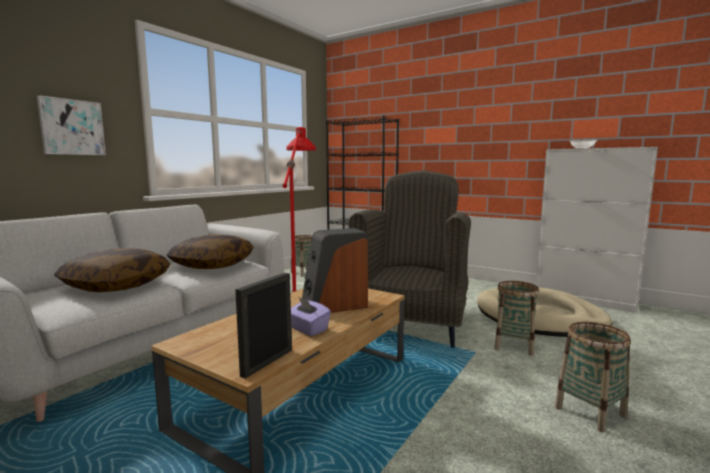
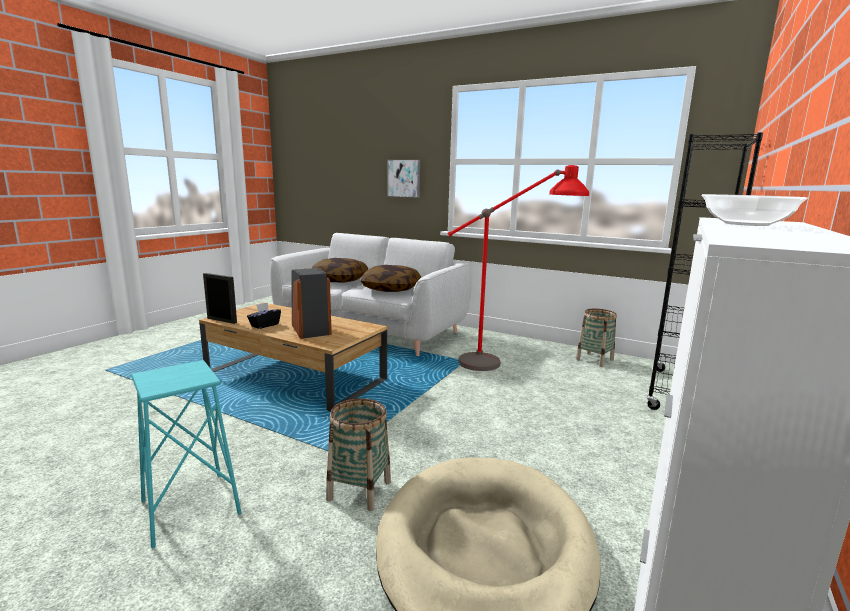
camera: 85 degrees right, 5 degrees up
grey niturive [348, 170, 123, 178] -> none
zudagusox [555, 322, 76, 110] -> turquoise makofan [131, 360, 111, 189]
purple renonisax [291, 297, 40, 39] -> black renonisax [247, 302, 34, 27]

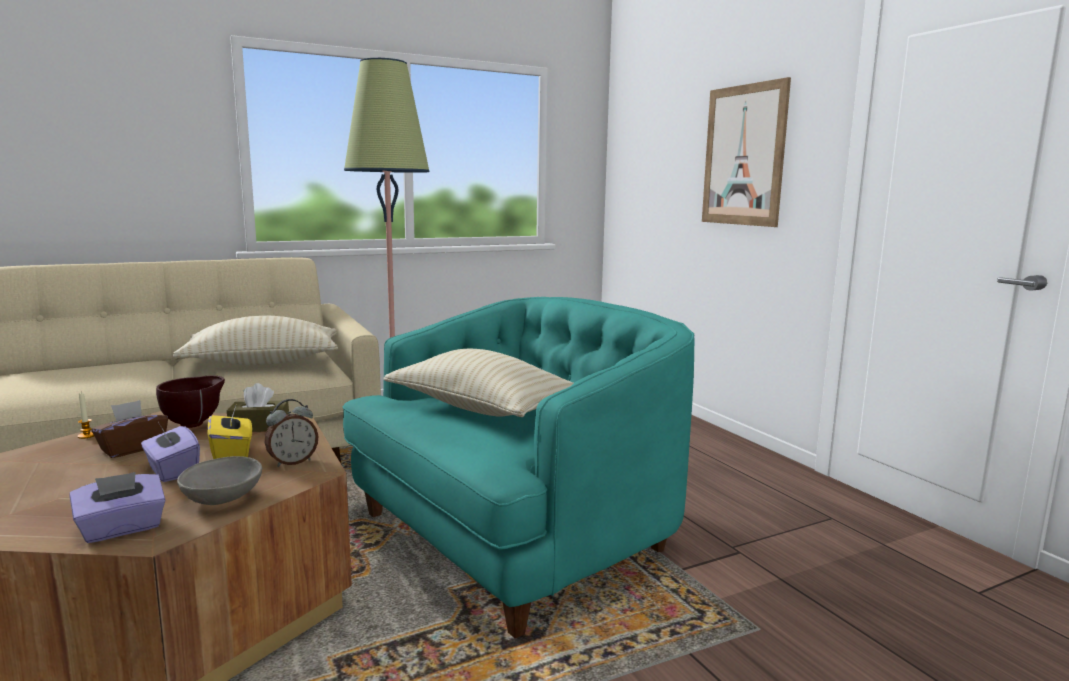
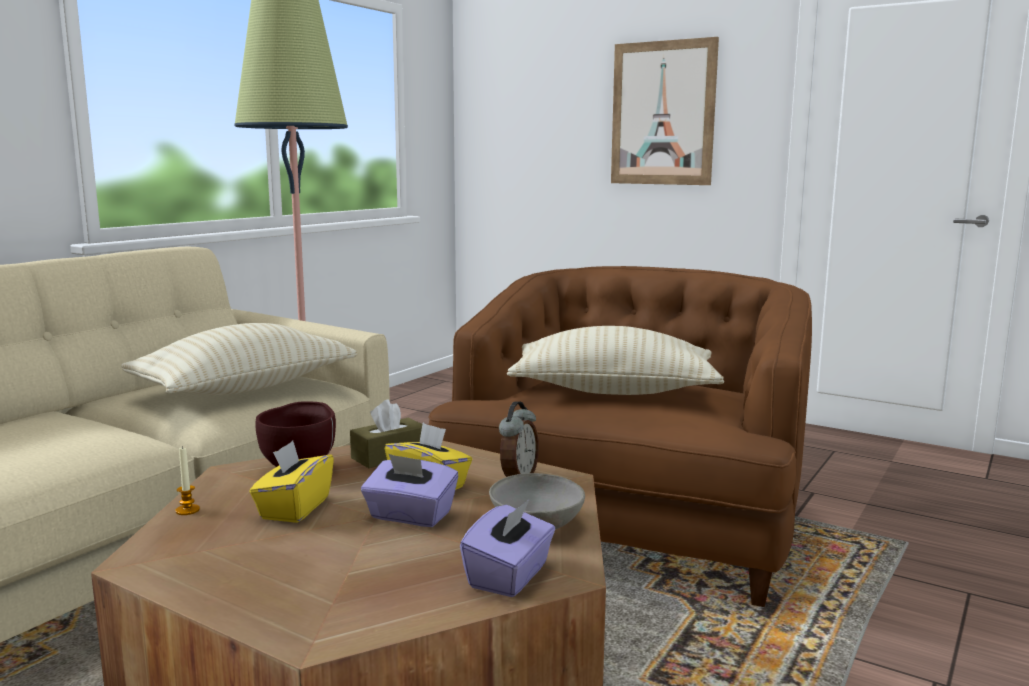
camera: 30 degrees left, 0 degrees up
brown renonisax [91, 400, 77, 58] -> yellow renonisax [249, 441, 85, 82]
turquoise niturive [343, 297, 351, 342] -> brown niturive [429, 266, 383, 341]

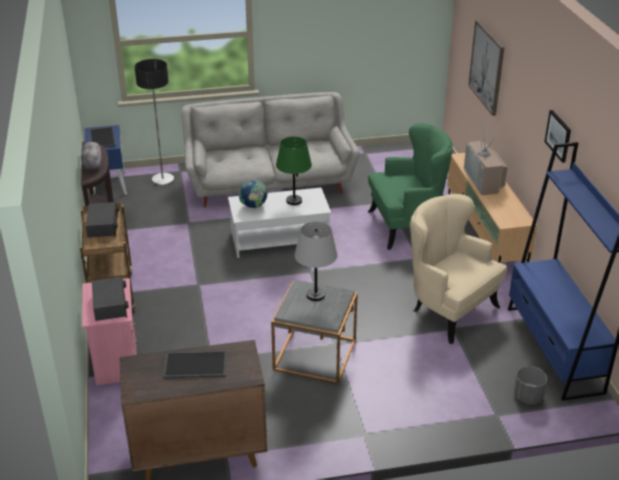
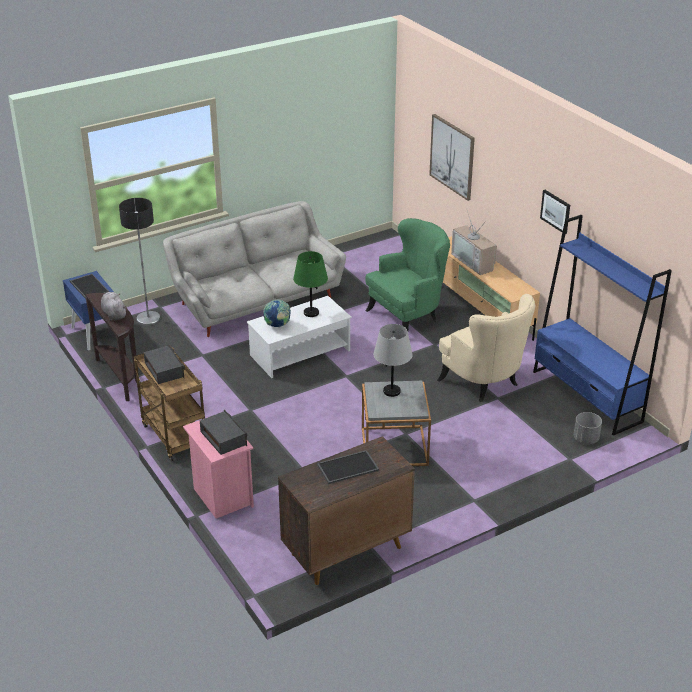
camera: 20 degrees left, 0 degrees up
beige niturive [410, 194, 97, 150] -> beige niturive [437, 294, 98, 108], 150 degrees counterclockwise

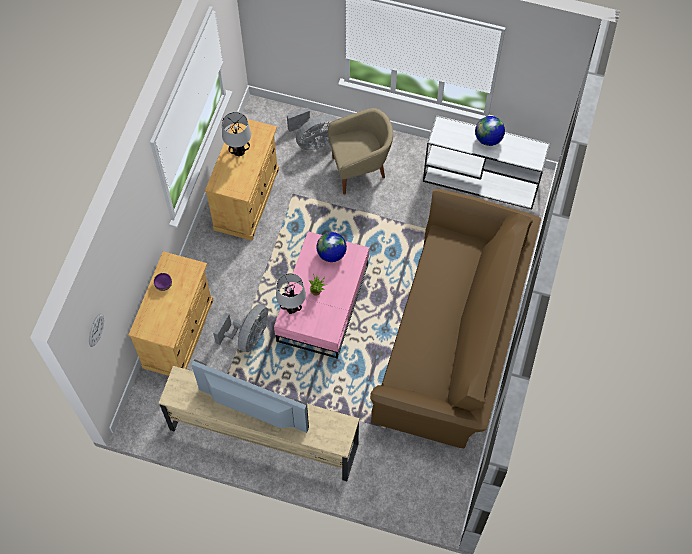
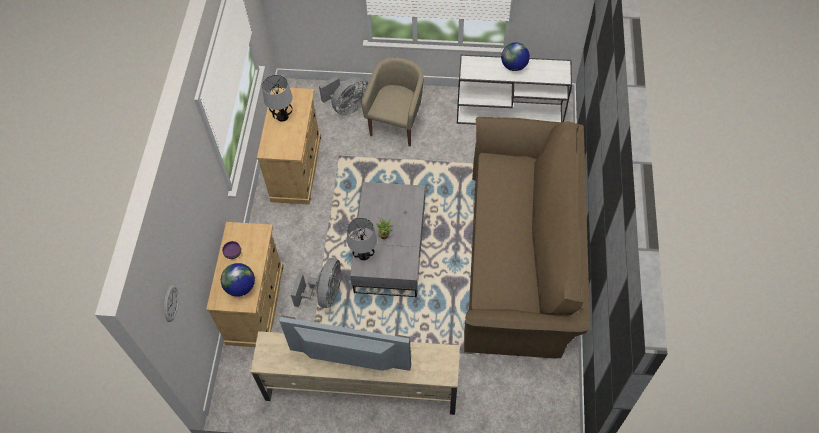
camera: 10 degrees left, 5 degrees down
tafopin [316, 232, 31, 30] -> tafopin [221, 263, 34, 34], move
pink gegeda [274, 231, 95, 128] -> grey gegeda [350, 182, 75, 116]
beige niturive [328, 108, 65, 87] -> beige niturive [362, 57, 62, 90], 45 degrees counterclockwise

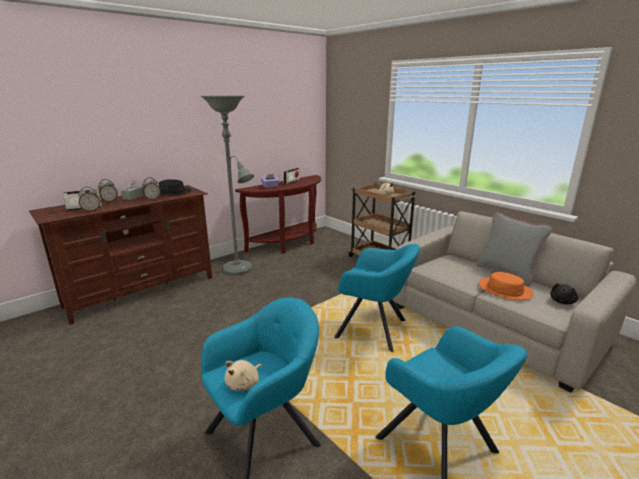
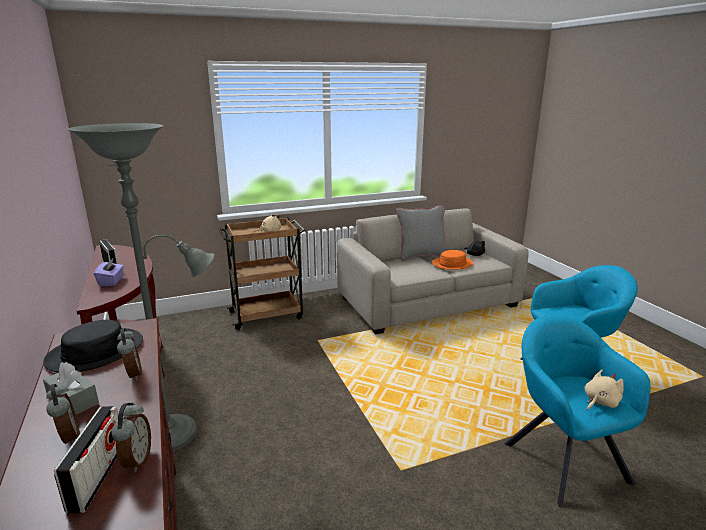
camera: 70 degrees left, 0 degrees up
turquoise niturive [334, 244, 86, 108] -> none
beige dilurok [224, 360, 38, 31] -> beige dilurok [585, 370, 39, 40], 90 degrees counterclockwise

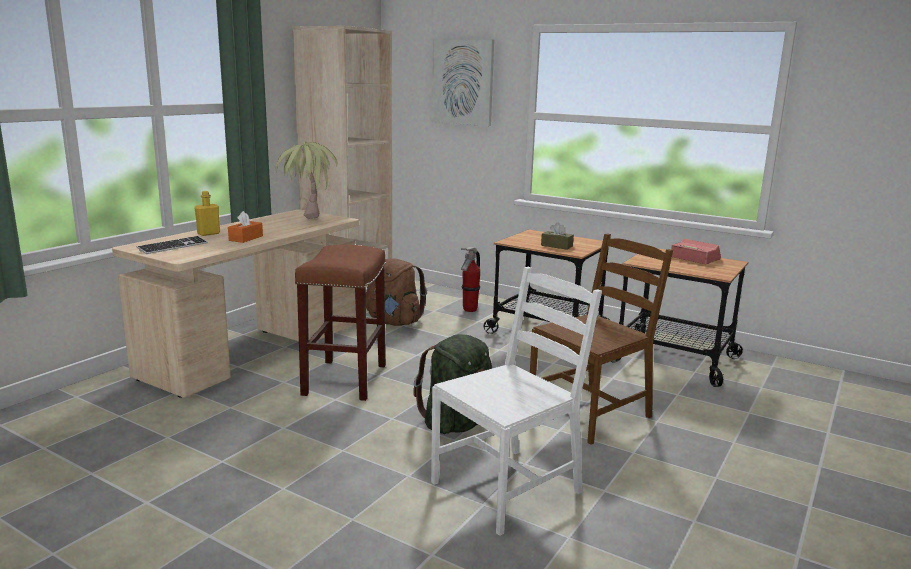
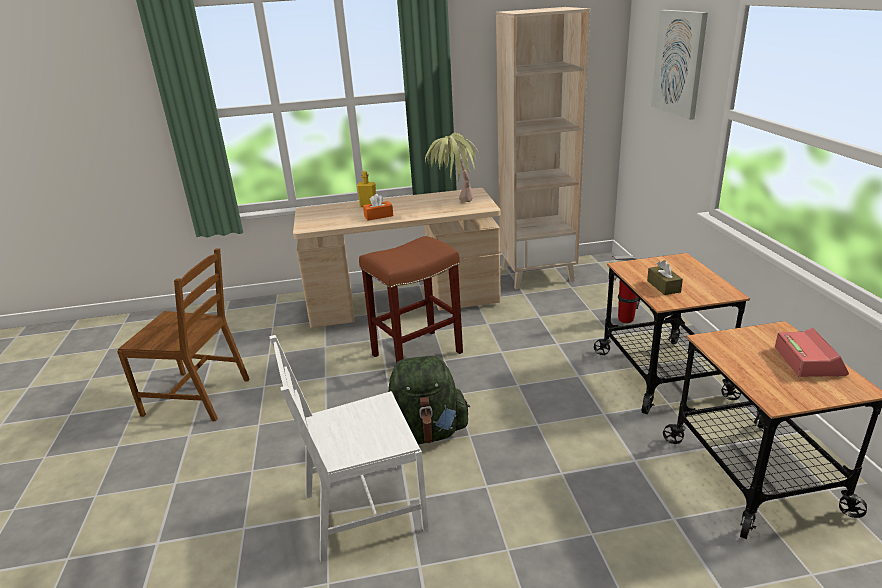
camera: 50 degrees right, 10 degrees up
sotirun [137, 236, 71, 18] -> none
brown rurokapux [366, 258, 61, 68] -> none
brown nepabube [530, 233, 143, 212] -> brown nepabube [117, 248, 133, 173], move
white nepabube [431, 267, 171, 269] -> white nepabube [269, 335, 160, 227], 150 degrees clockwise

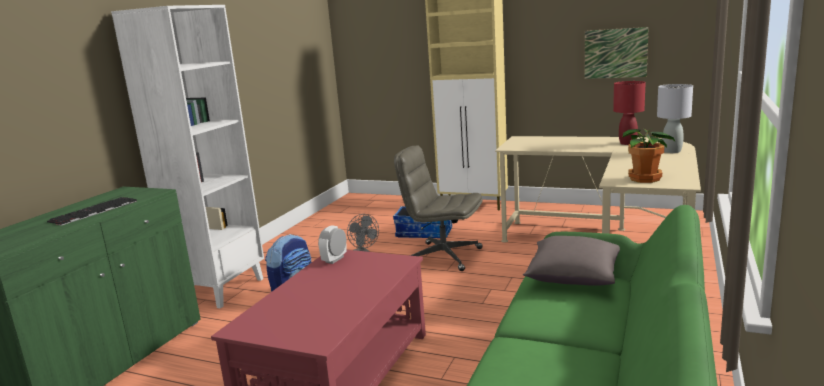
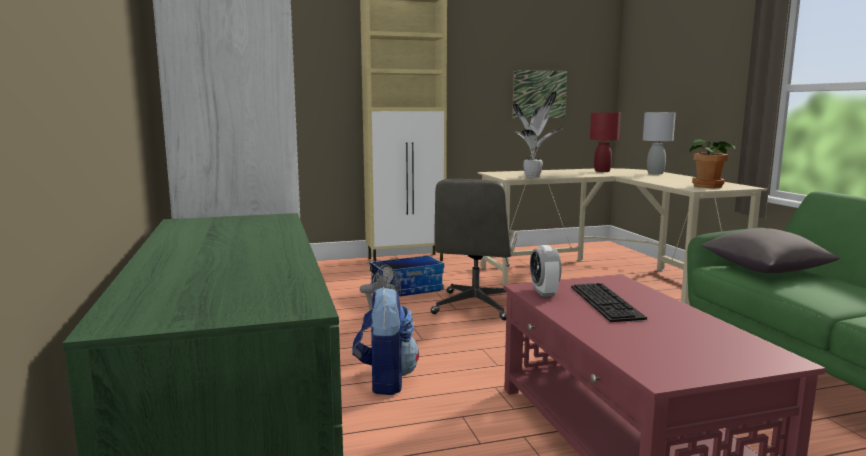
camera: 40 degrees left, 5 degrees down
none -> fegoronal [513, 91, 49, 86]
sotirun [47, 197, 90, 29] -> sotirun [571, 283, 76, 39], move
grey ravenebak [394, 145, 89, 126] -> grey ravenebak [431, 179, 86, 141], 60 degrees counterclockwise

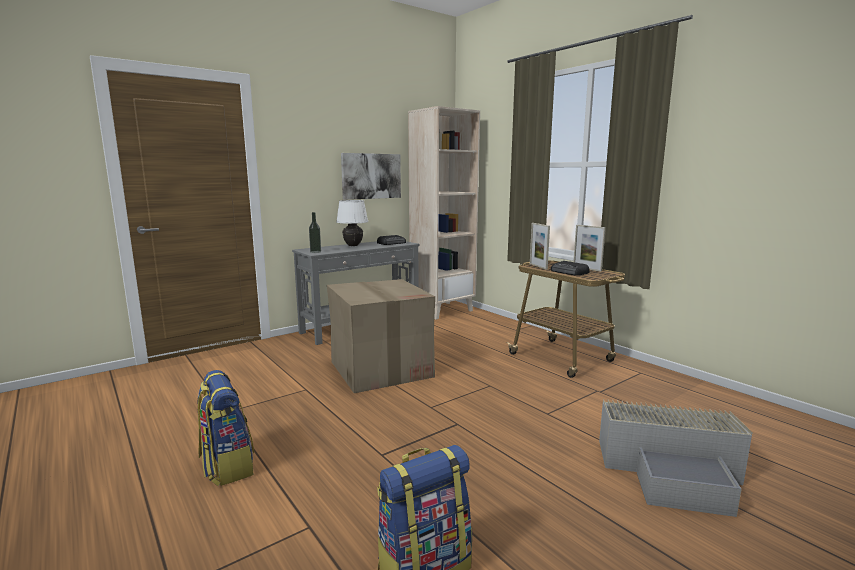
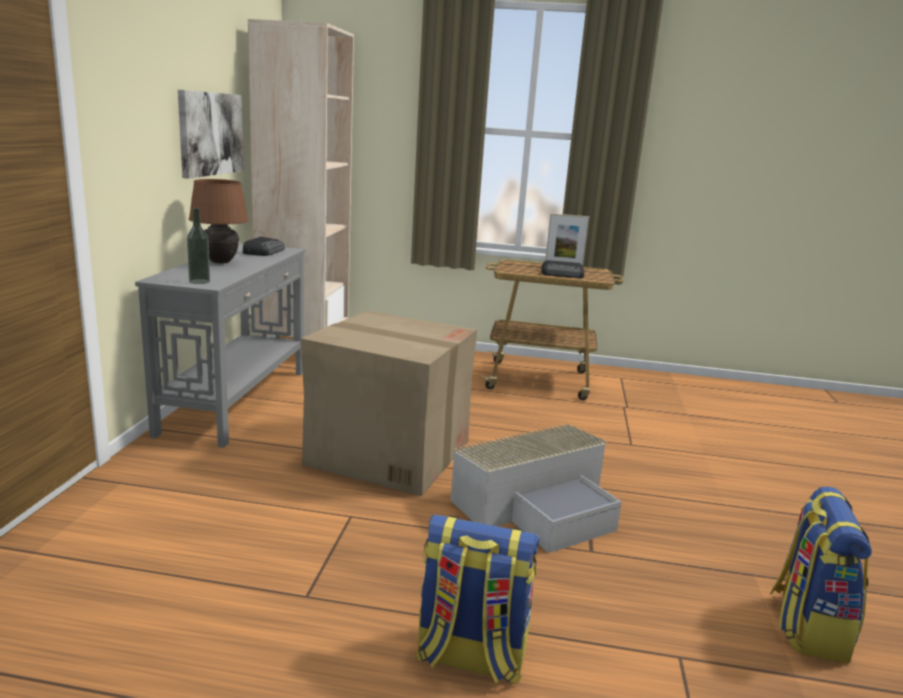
camera: 45 degrees left, 5 degrees up
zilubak [530, 223, 20, 47] -> none
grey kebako [599, 399, 154, 118] -> grey kebako [451, 424, 171, 129], move
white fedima [336, 200, 32, 46] -> brown fedima [189, 179, 60, 85]

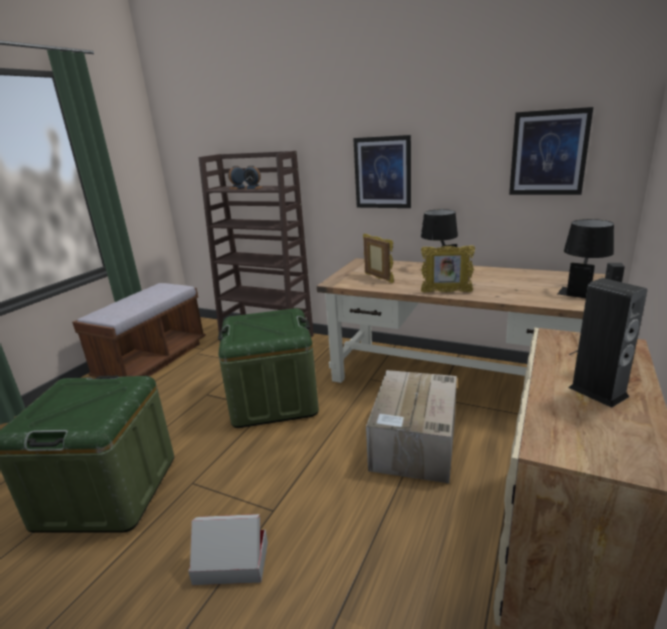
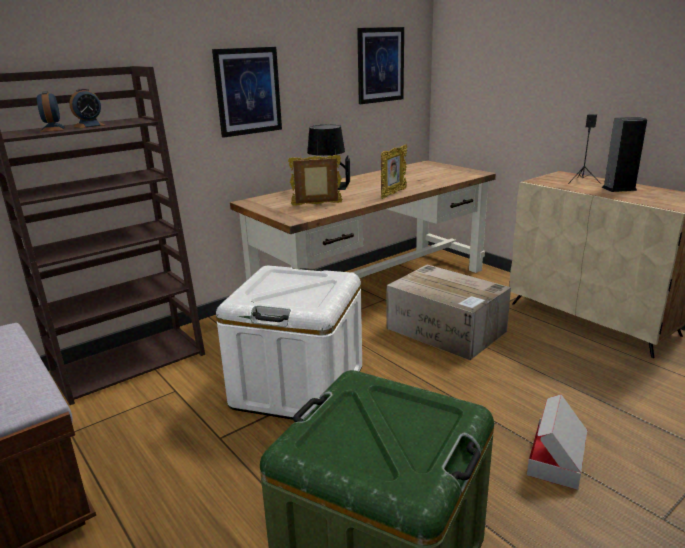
camera: 65 degrees left, 0 degrees up
black fedima [557, 219, 57, 79] -> none
green kebako [218, 308, 101, 120] -> white kebako [216, 266, 146, 154]

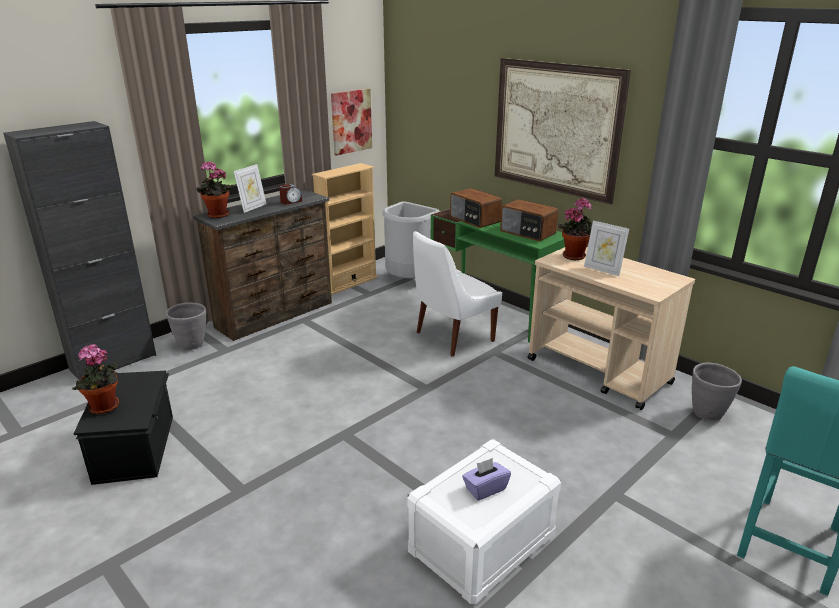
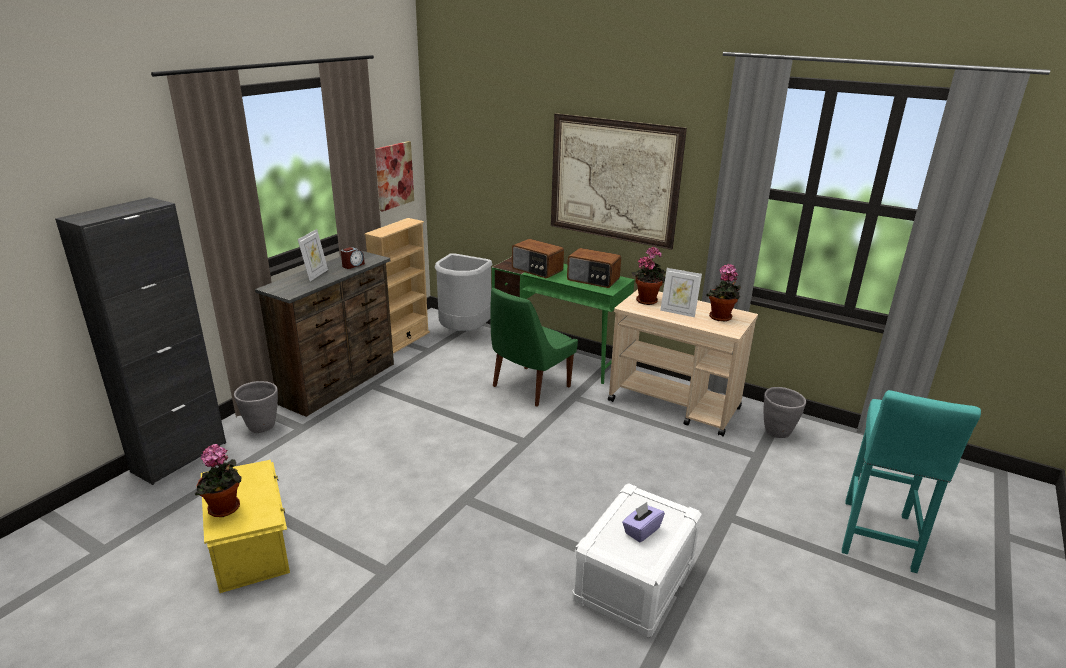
camera: 15 degrees left, 0 degrees up
fegoronal [197, 161, 36, 57] -> fegoronal [706, 264, 35, 57], move
black kebako [73, 371, 100, 114] -> yellow kebako [201, 460, 89, 133]
white nepabube [413, 231, 89, 126] -> green nepabube [490, 288, 88, 119]

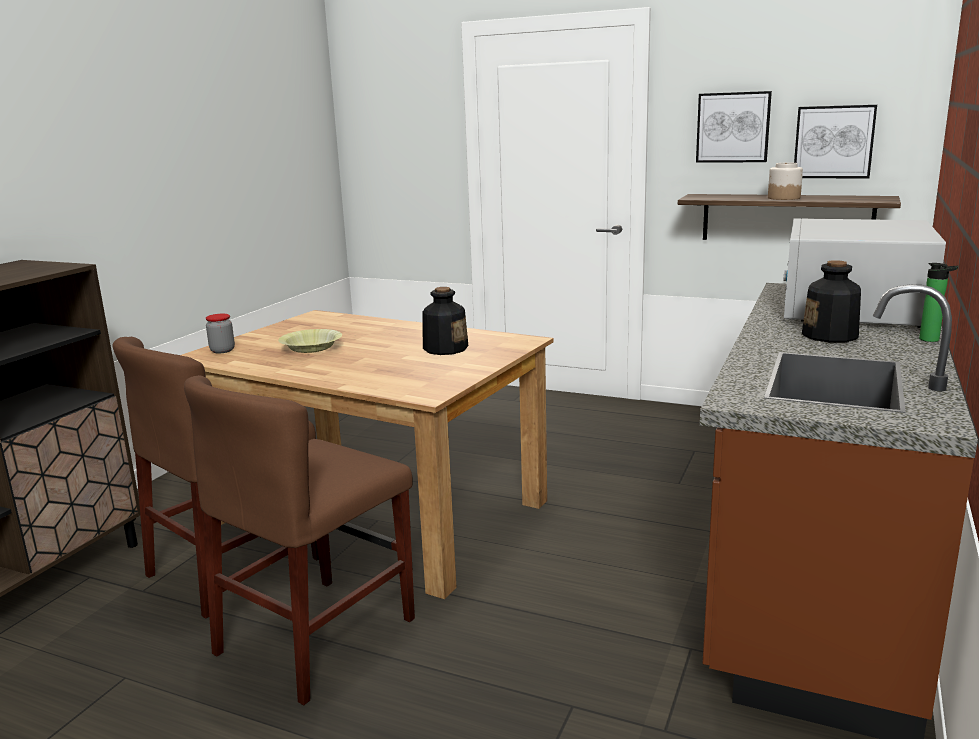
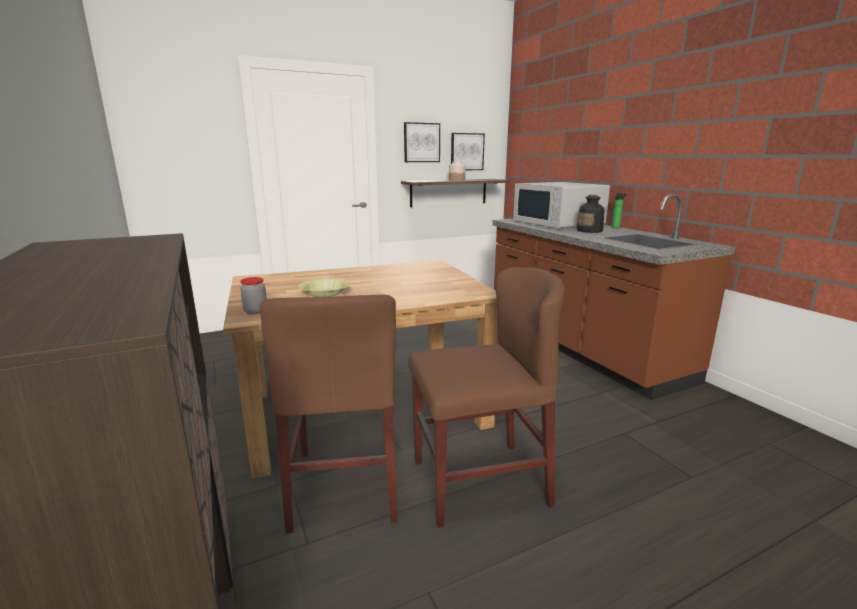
camera: 50 degrees left, 0 degrees up
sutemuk [422, 287, 46, 68] -> none
brown nepabube [184, 375, 231, 330] -> brown nepabube [408, 267, 157, 261], 90 degrees counterclockwise

